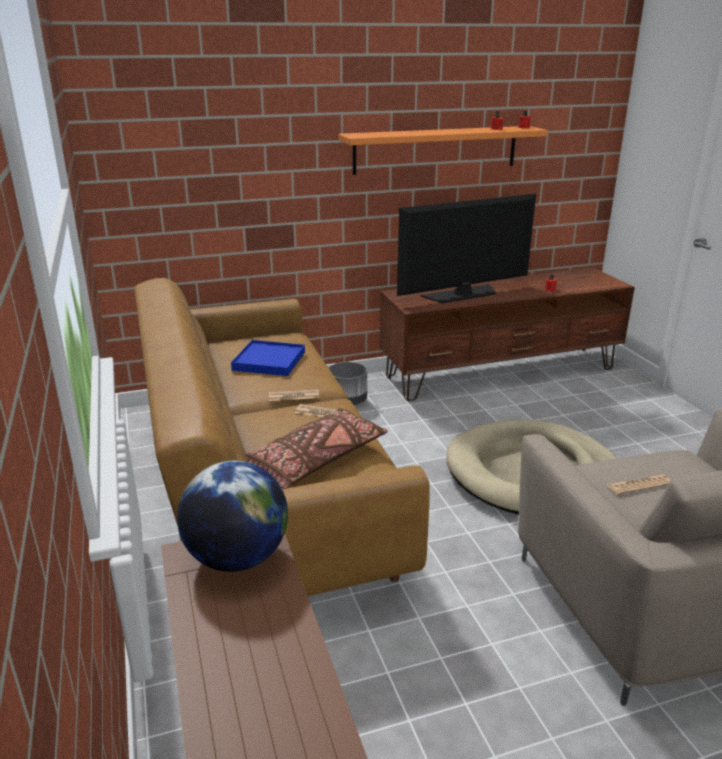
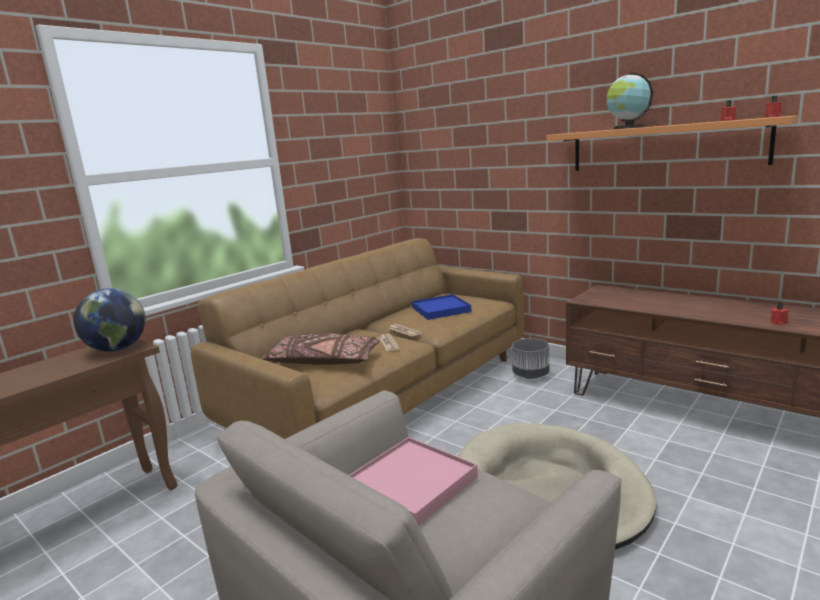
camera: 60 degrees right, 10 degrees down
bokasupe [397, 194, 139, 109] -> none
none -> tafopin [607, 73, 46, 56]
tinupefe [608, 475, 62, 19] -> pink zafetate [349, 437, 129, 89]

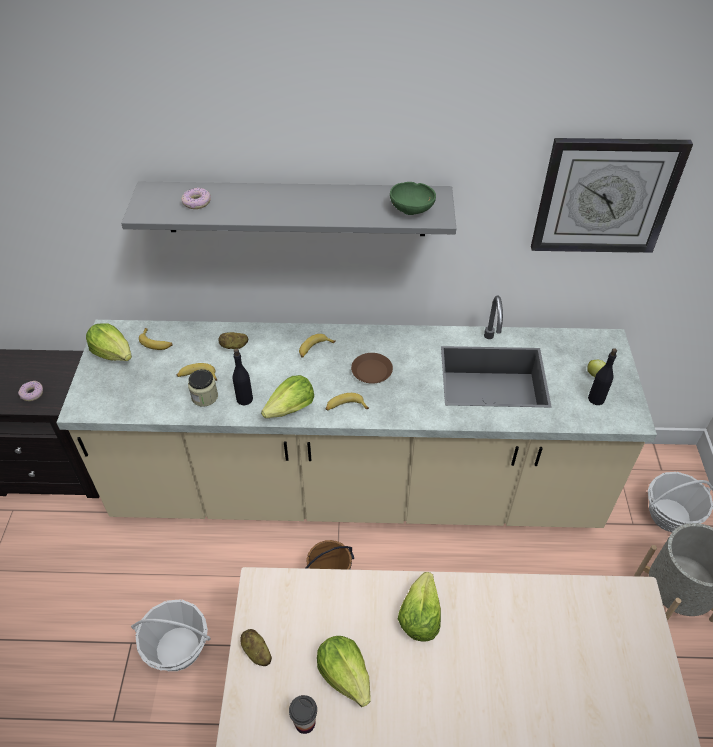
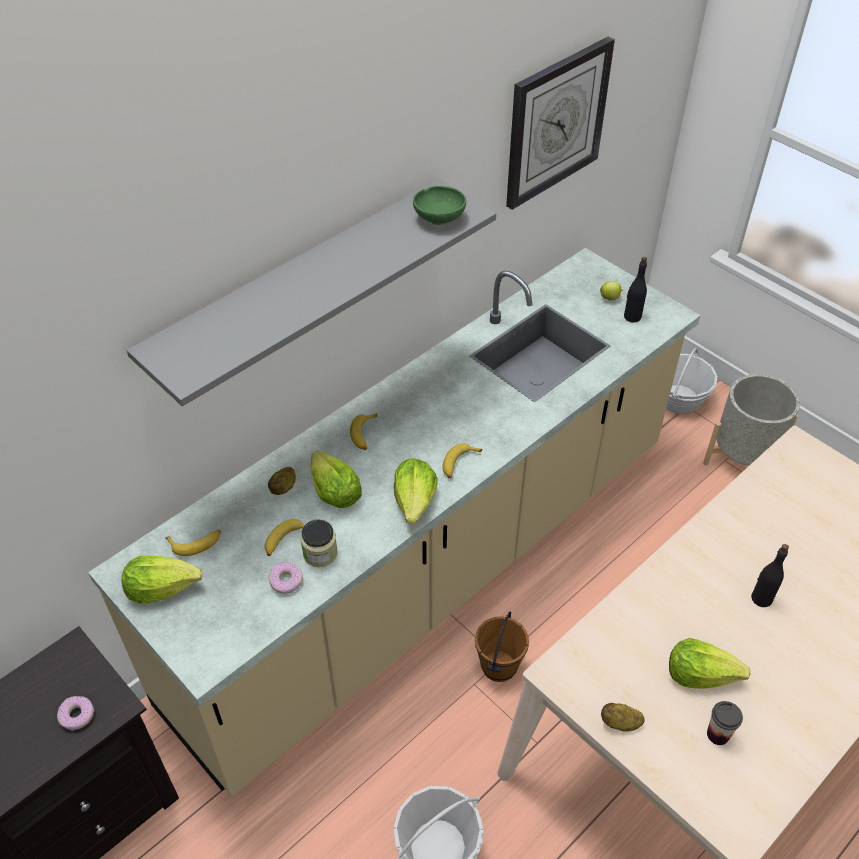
camera: 45 degrees left, 0 degrees up
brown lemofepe [351, 353, 42, 30] -> none
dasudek [182, 188, 29, 21] -> dasudek [269, 562, 34, 32], move
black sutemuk [232, 349, 21, 56] -> black sutemuk [751, 544, 38, 63], move
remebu [398, 572, 43, 70] -> remebu [311, 451, 51, 57], move

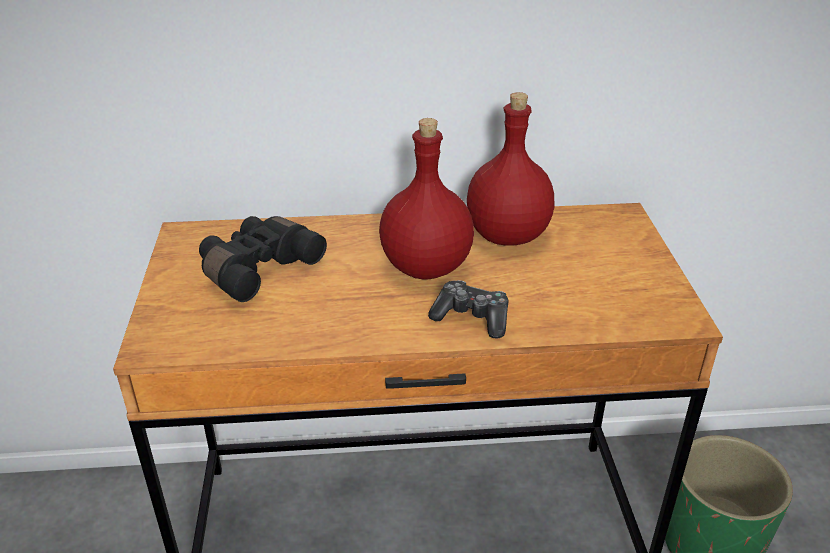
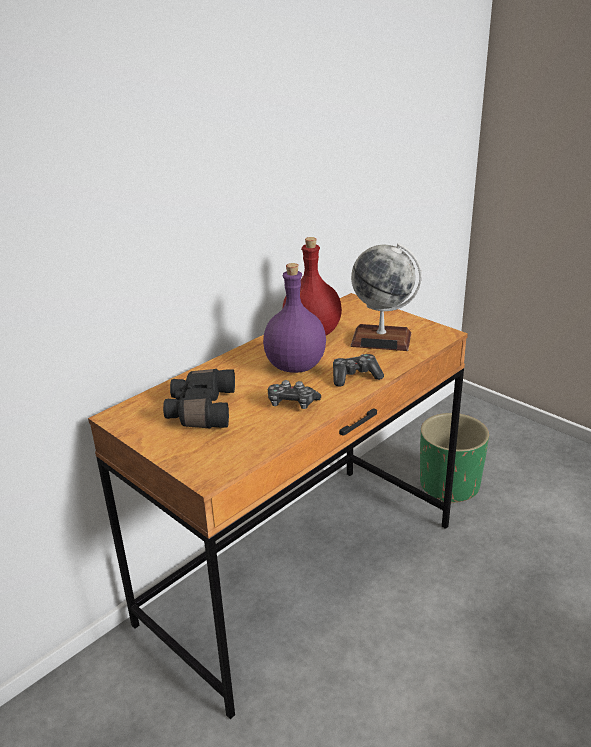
camera: 40 degrees left, 5 degrees down
none -> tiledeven [268, 380, 53, 29]
none -> tafopin [351, 243, 71, 108]
red sutemuk [379, 118, 95, 162] -> purple sutemuk [263, 263, 63, 110]

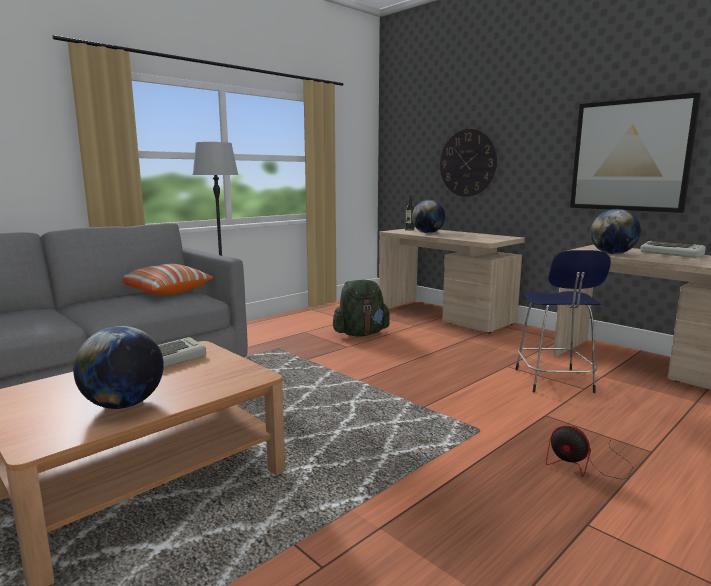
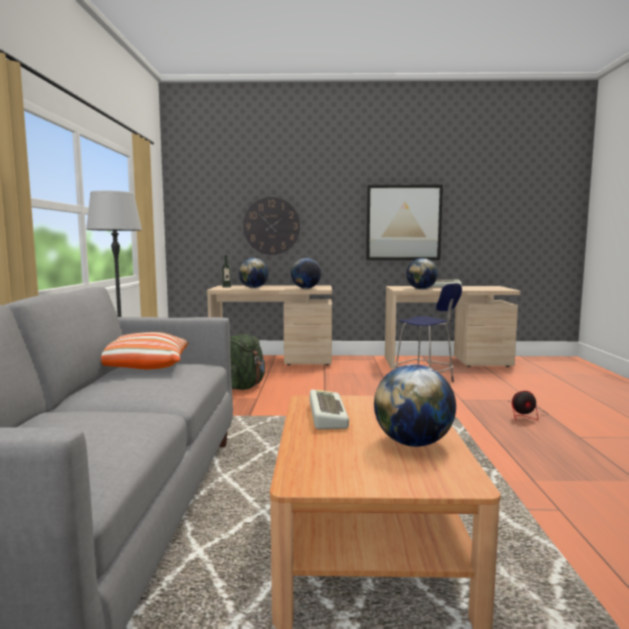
camera: 45 degrees left, 5 degrees down
none -> tafopin [291, 258, 30, 31]

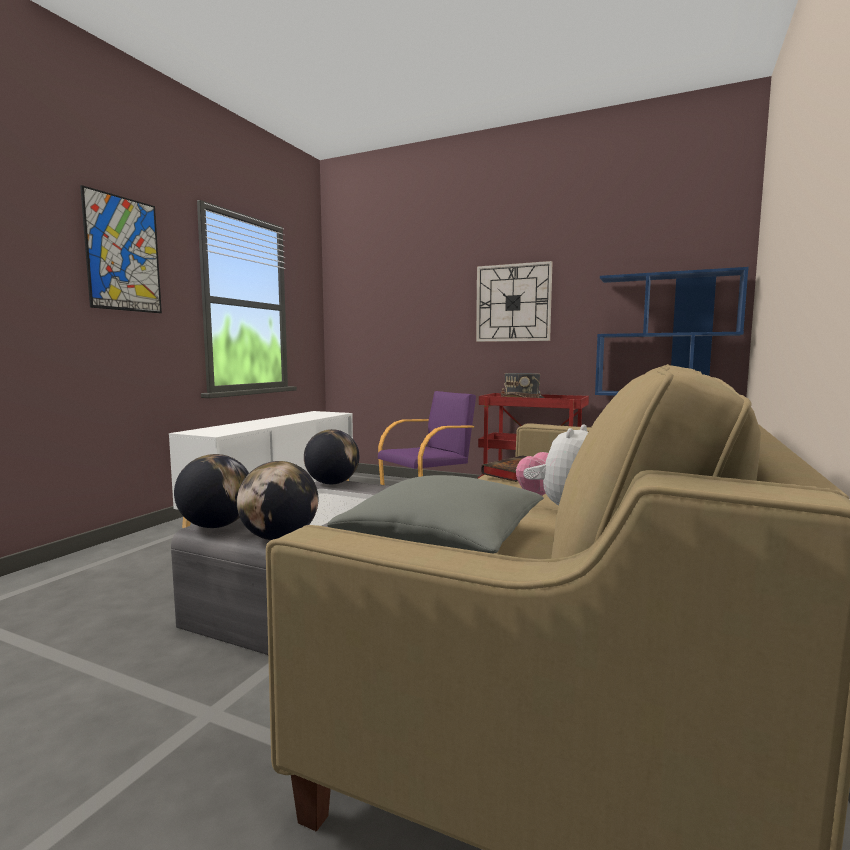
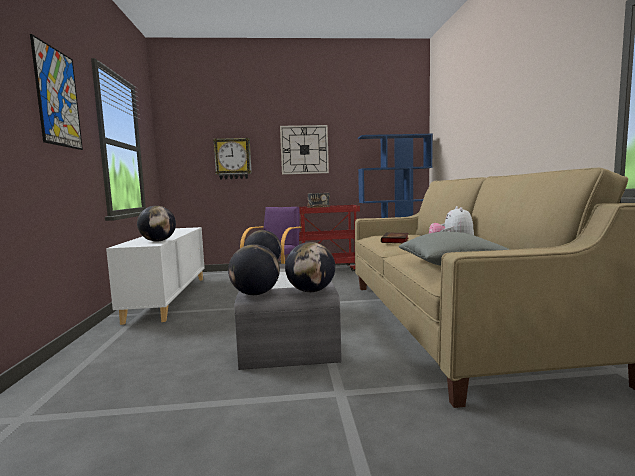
camera: 30 degrees left, 0 degrees up
none -> tafopin [137, 206, 39, 35]
none -> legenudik [213, 138, 39, 42]

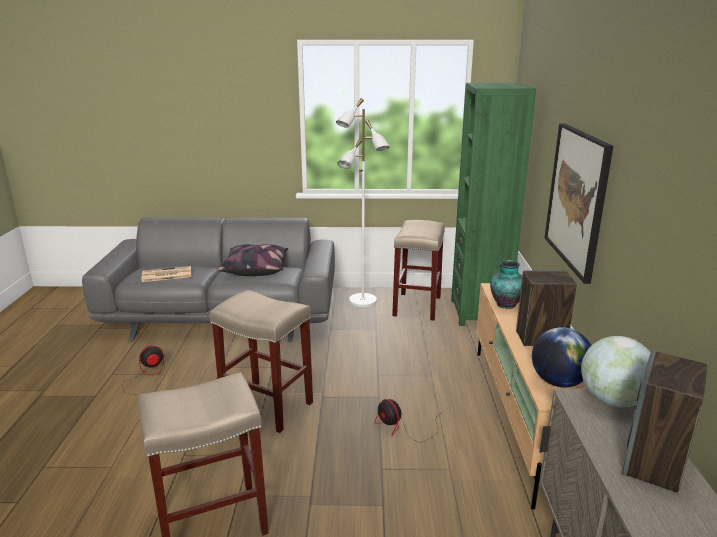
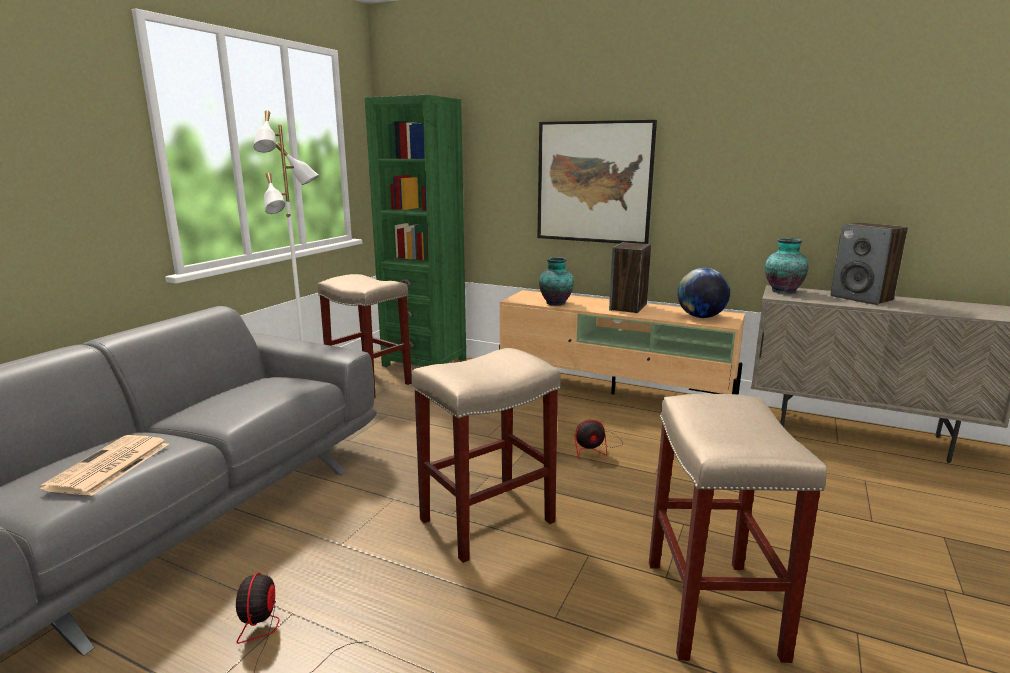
camera: 65 degrees left, 5 degrees down
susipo [218, 244, 70, 32] -> none
tafopin [581, 336, 70, 71] -> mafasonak [765, 238, 44, 55]

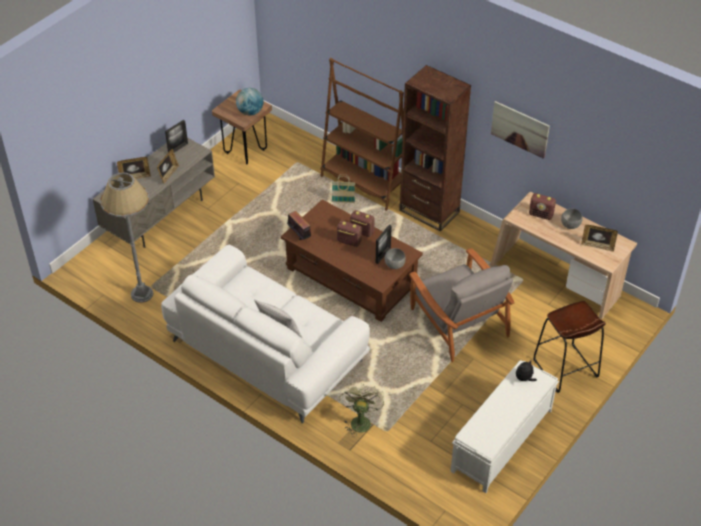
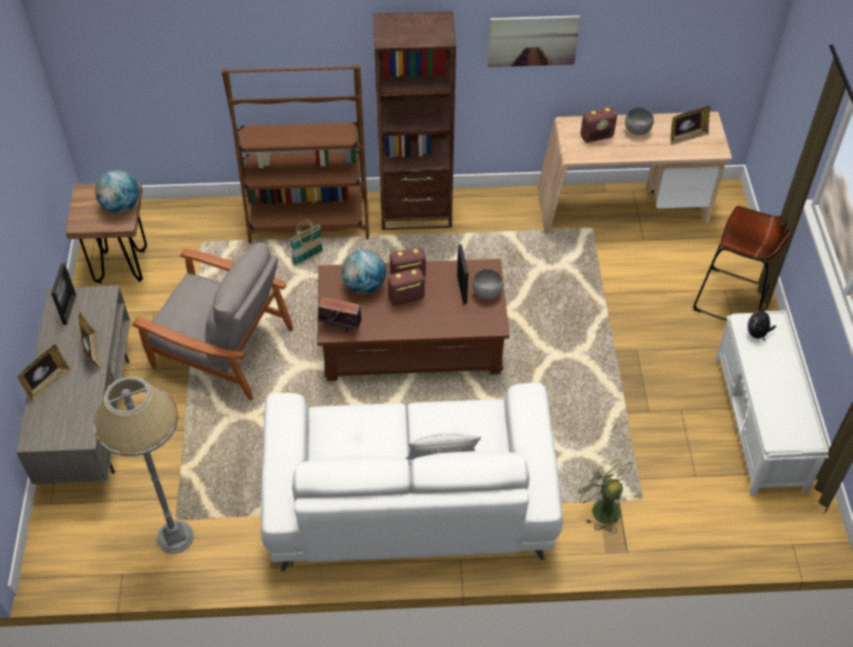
camera: 40 degrees left, 5 degrees up
none -> tafopin [342, 250, 44, 44]
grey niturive [409, 248, 105, 114] -> grey niturive [132, 242, 161, 159], move

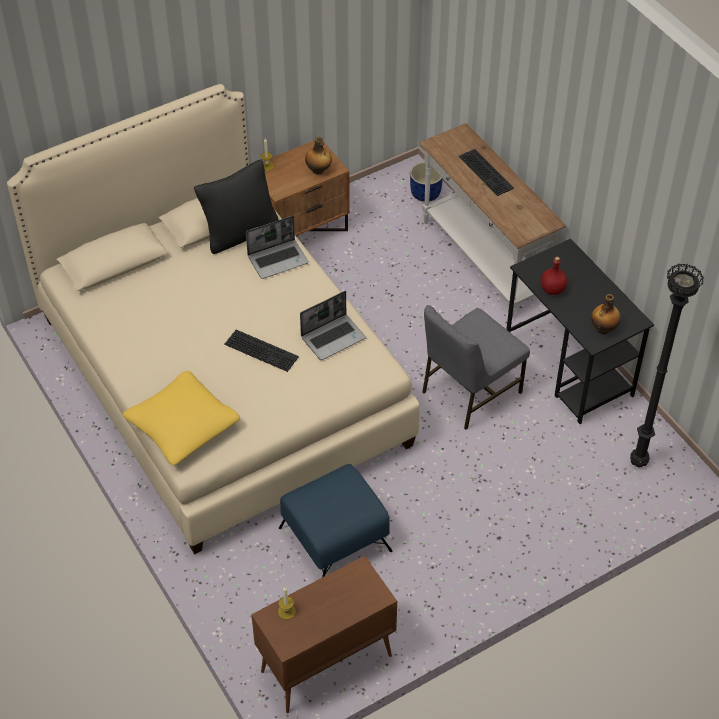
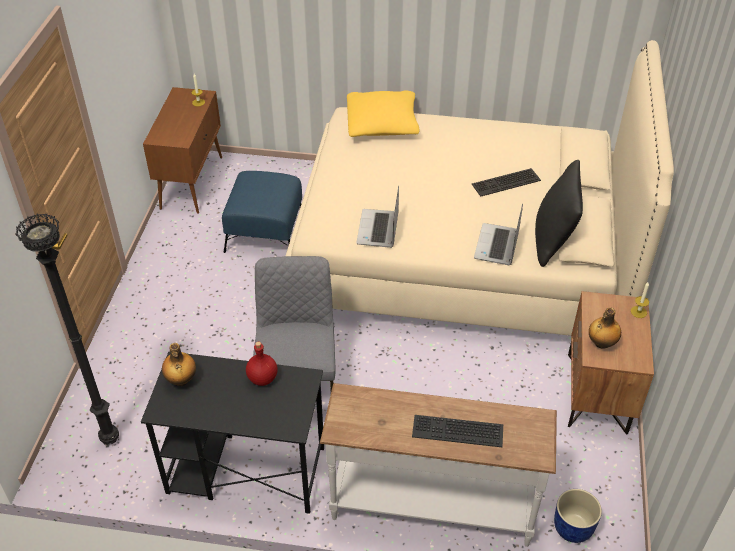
camera: 130 degrees right, 5 degrees down
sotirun [224, 330, 75, 42] -> sotirun [472, 168, 69, 29], move

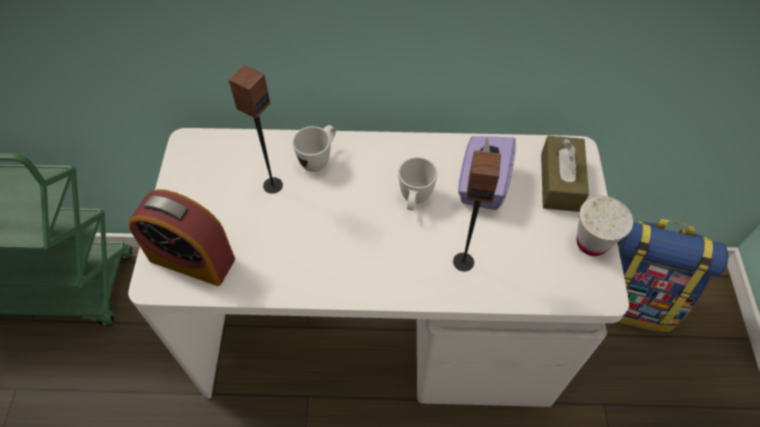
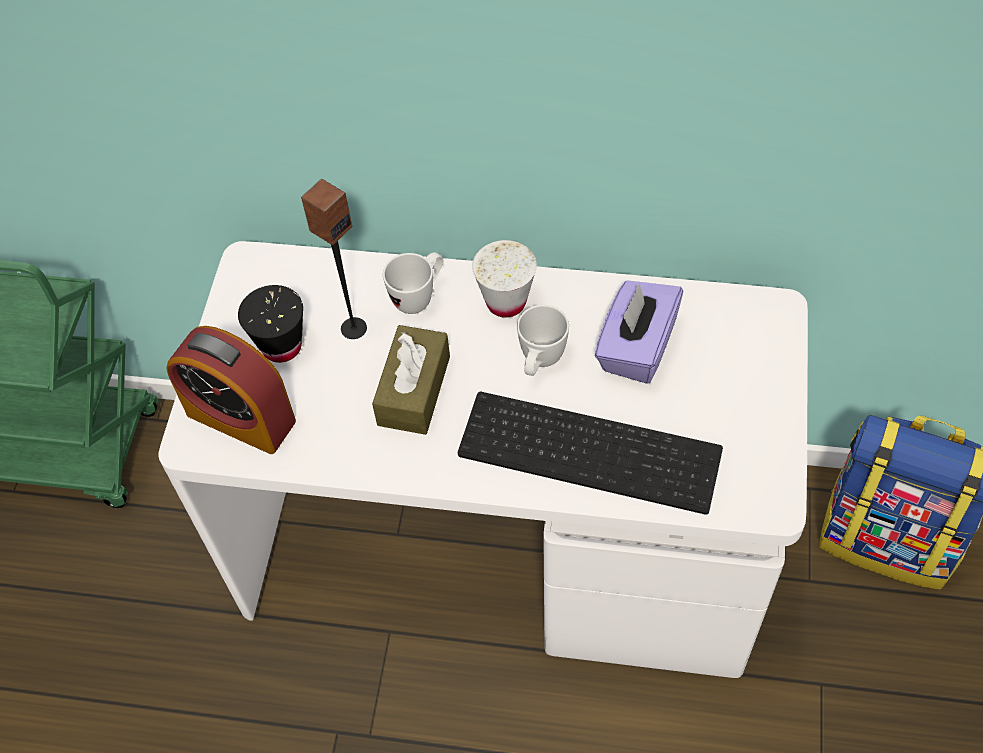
camera: 10 degrees right, 0 degrees up
none -> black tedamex [238, 285, 65, 78]
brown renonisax [541, 136, 48, 76] -> brown renonisax [372, 325, 78, 110], move
white tedamex [577, 196, 56, 60] -> white tedamex [472, 240, 65, 78], move
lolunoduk [453, 150, 48, 121] -> sotirun [458, 392, 265, 123]

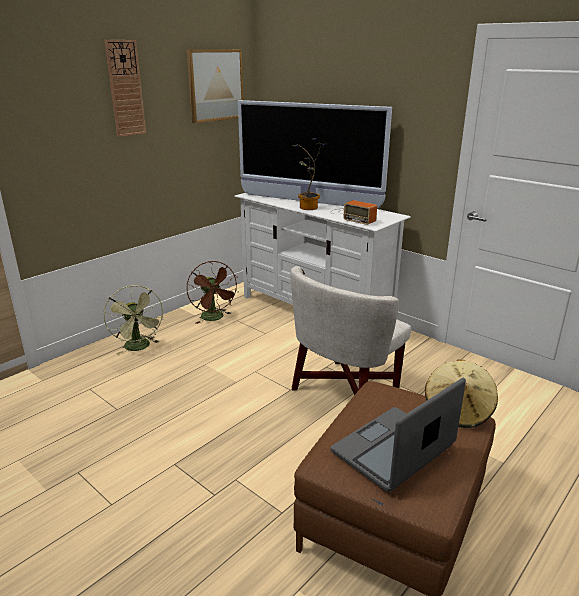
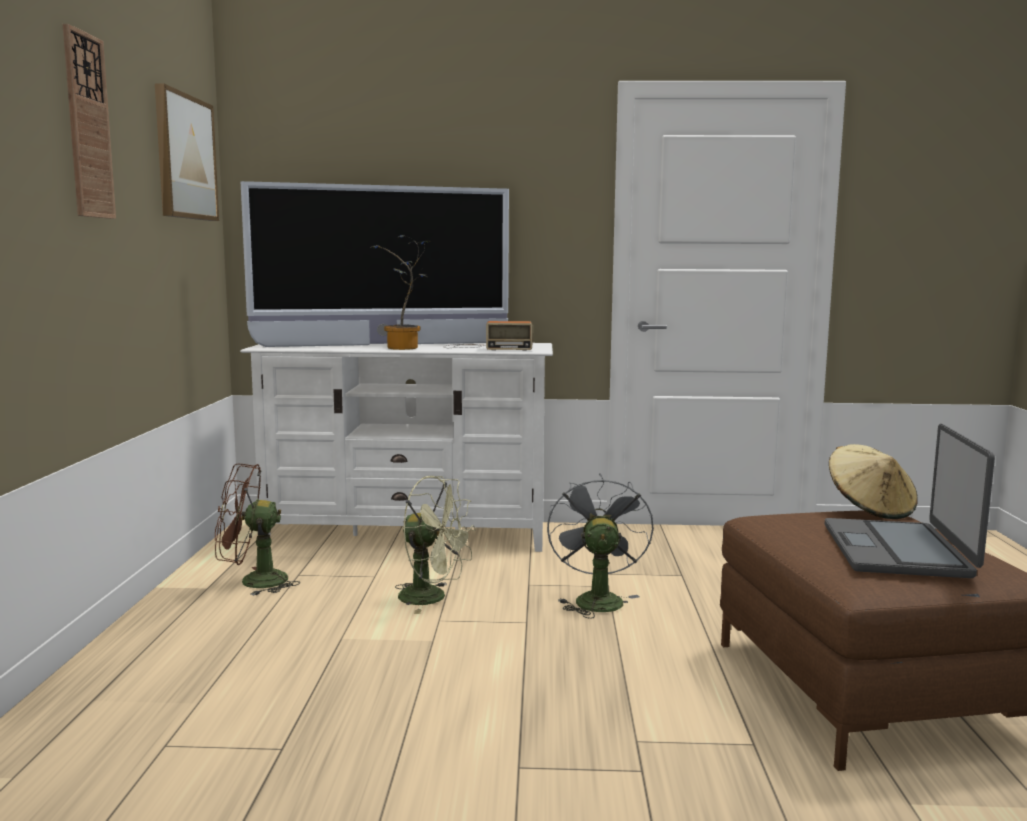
camera: 40 degrees left, 15 degrees down
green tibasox [104, 285, 60, 70] -> green tibasox [395, 476, 81, 138], move
white niturive [290, 266, 121, 129] -> grey tibasox [547, 473, 107, 146]
brown tibasox [187, 261, 52, 63] -> brown tibasox [215, 464, 85, 132], 150 degrees clockwise

